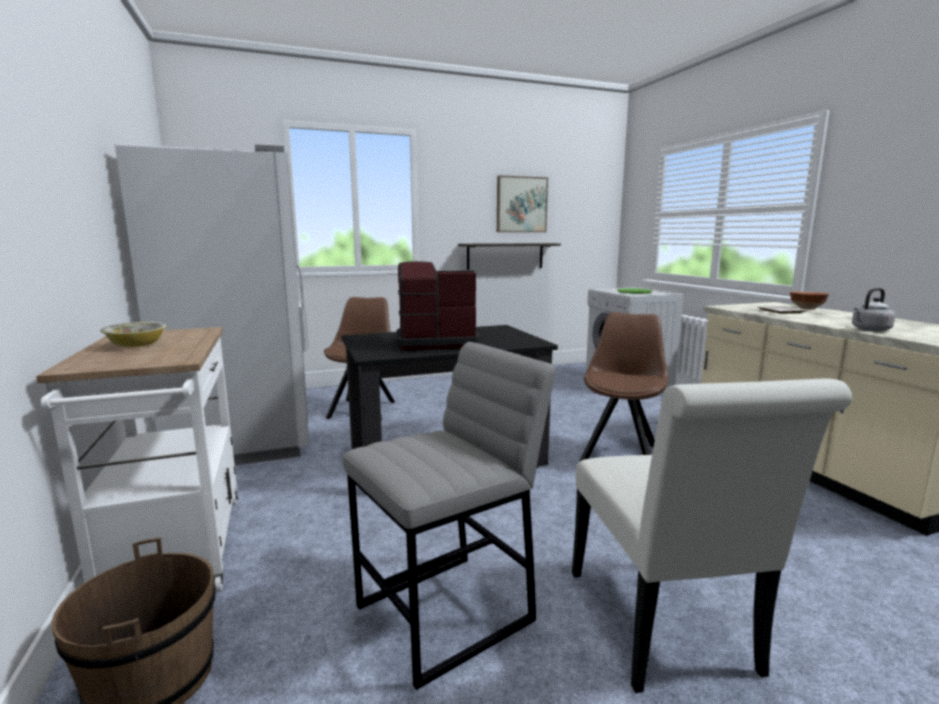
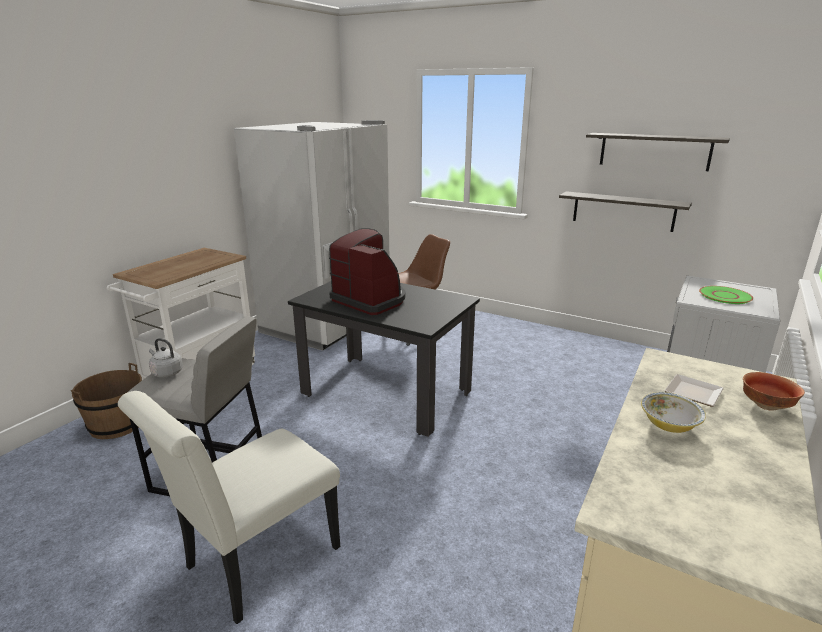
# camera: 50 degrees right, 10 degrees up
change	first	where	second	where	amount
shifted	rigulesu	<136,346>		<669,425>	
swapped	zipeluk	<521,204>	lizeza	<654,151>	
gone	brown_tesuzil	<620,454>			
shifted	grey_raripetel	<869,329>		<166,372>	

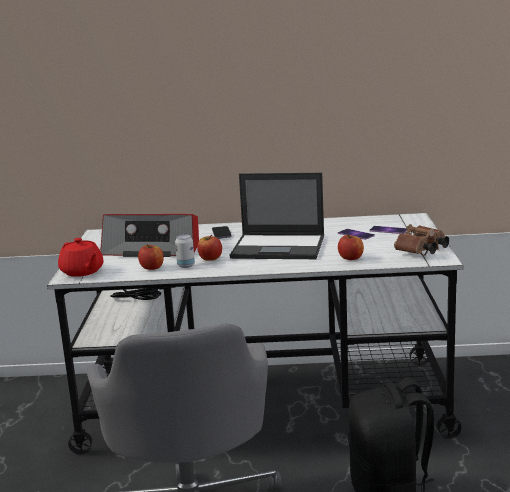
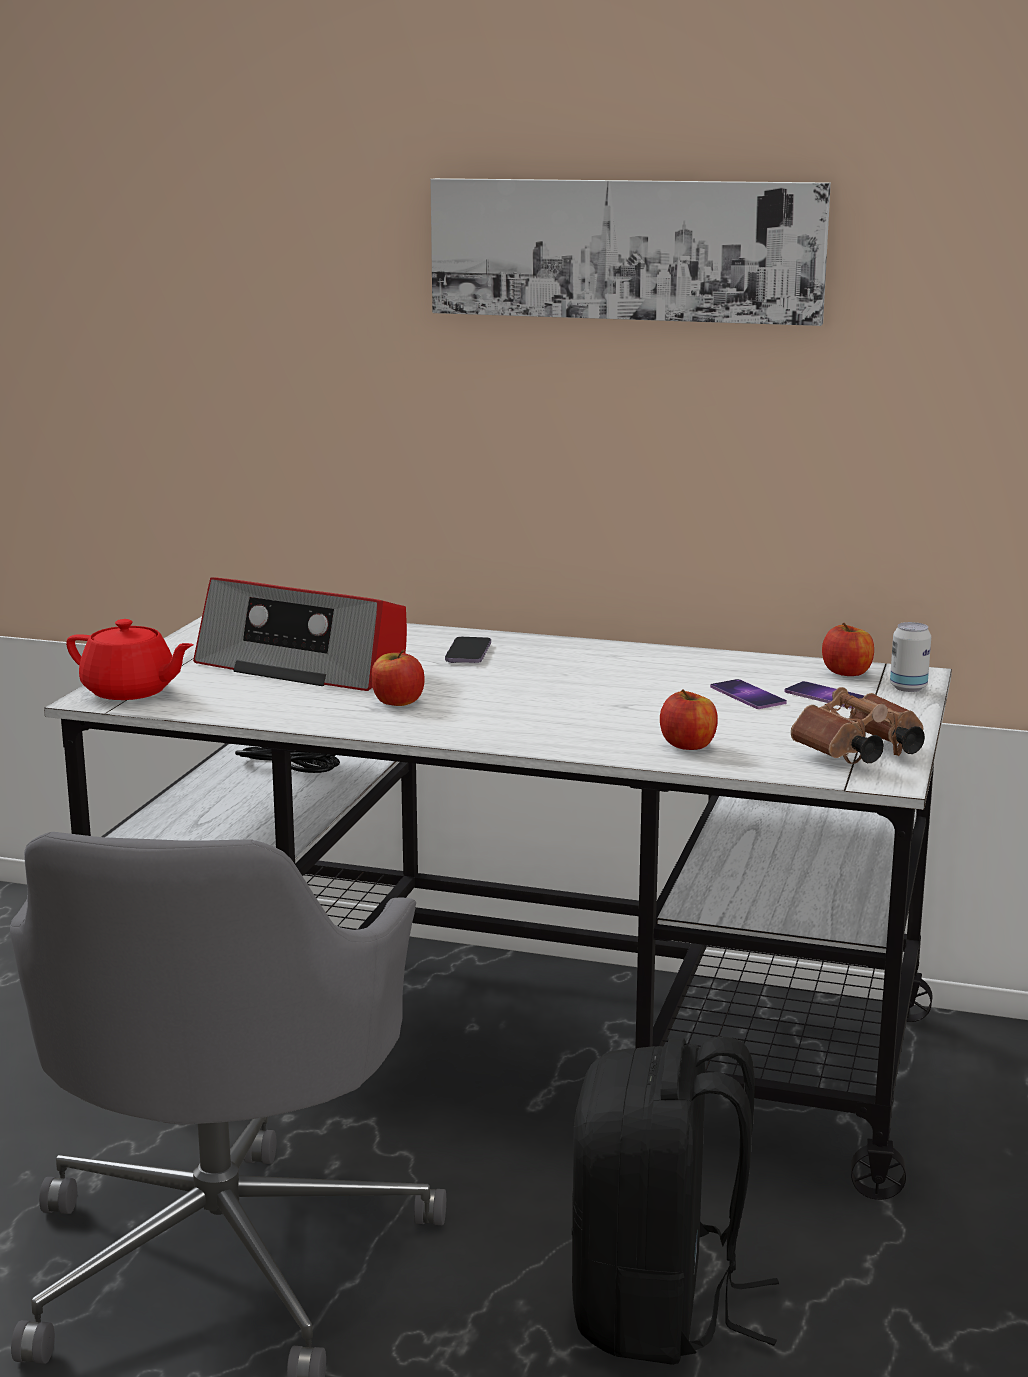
# camera: 15 degrees right, 0 degrees up
change	first	where	second	where	amount
rotated	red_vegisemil	<82,272>		<130,691>	45 degrees counterclockwise
shifted	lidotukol	<152,268>		<847,672>	
shifted	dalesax	<186,265>		<908,687>	
gone	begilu	<279,247>			
new			zipeluk	<626,249>	

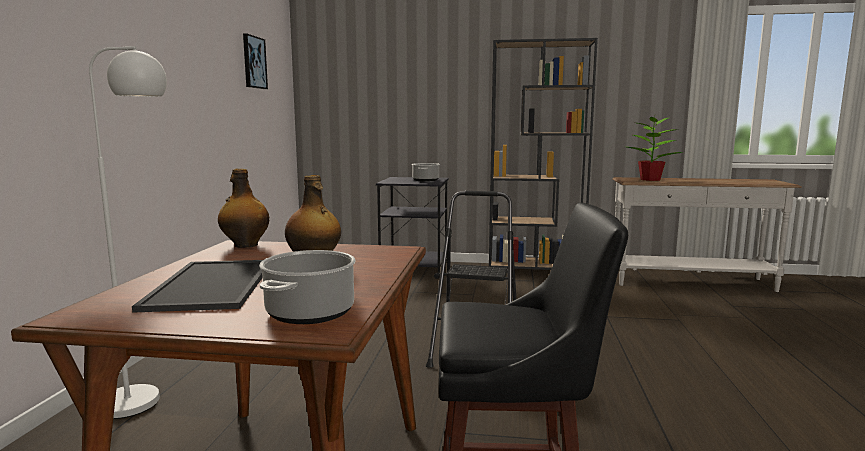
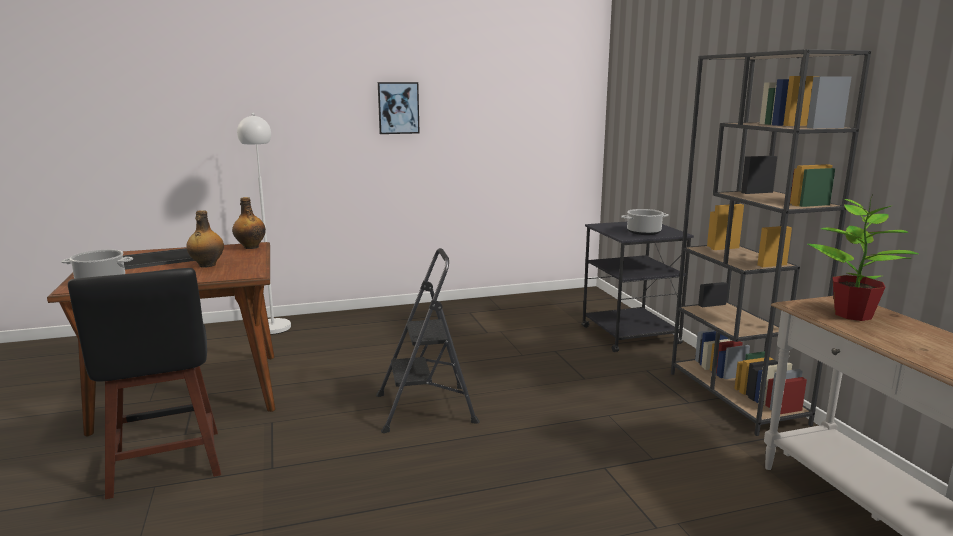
# camera: 65 degrees right, 5 degrees up
change	first	where	second	where	amount
shifted	zipeluk	<254,62>		<398,108>	

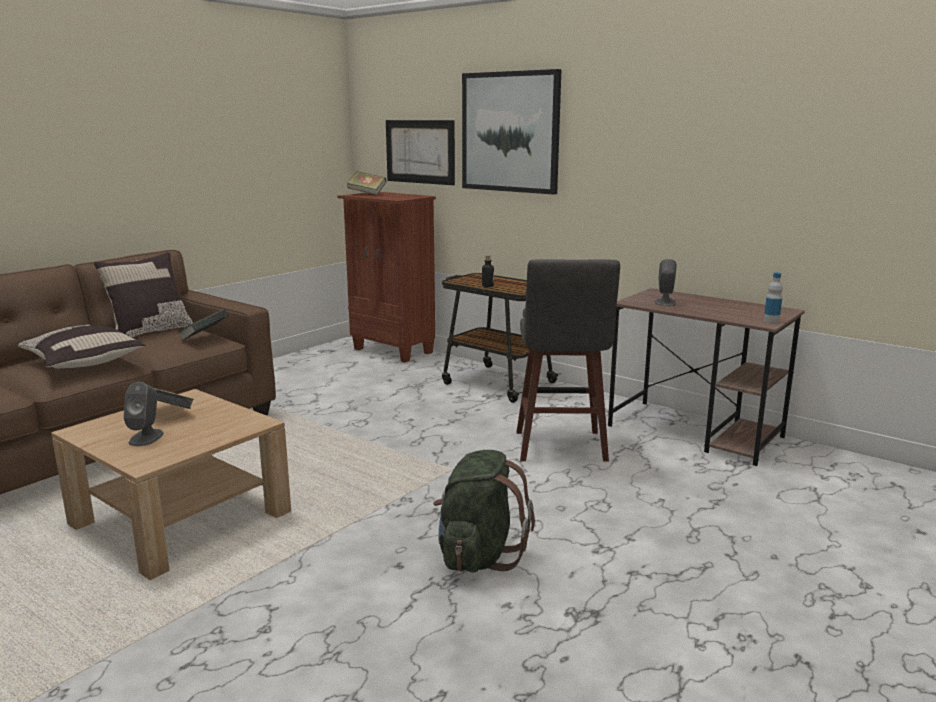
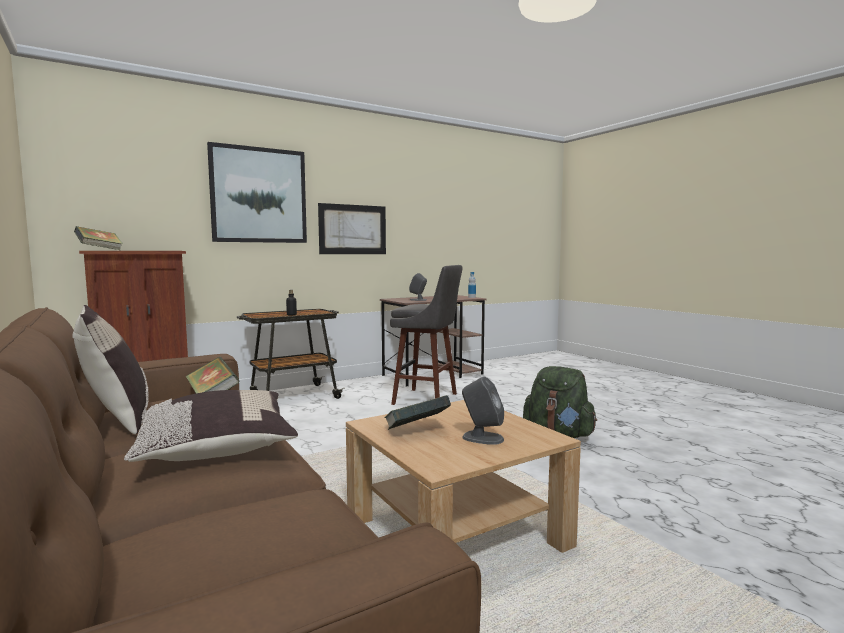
# camera: 70 degrees left, 10 degrees down
change	first	where	second	where	amount
shifted	zipeluk	<420,151>		<353,229>	

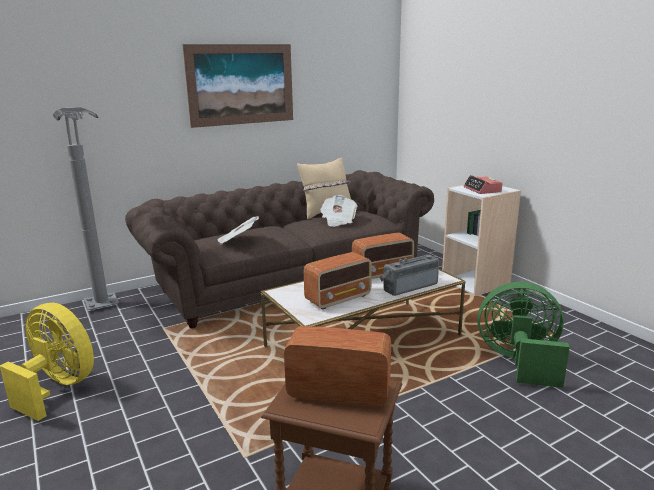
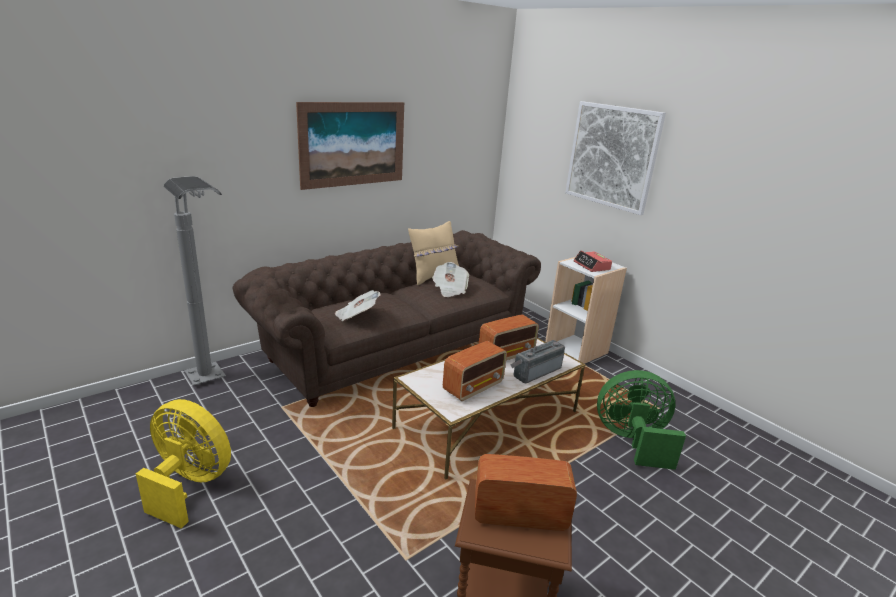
# camera: 10 degrees left, 5 degrees up
change	first	where	second	where	amount
new			zipeluk	<612,156>	

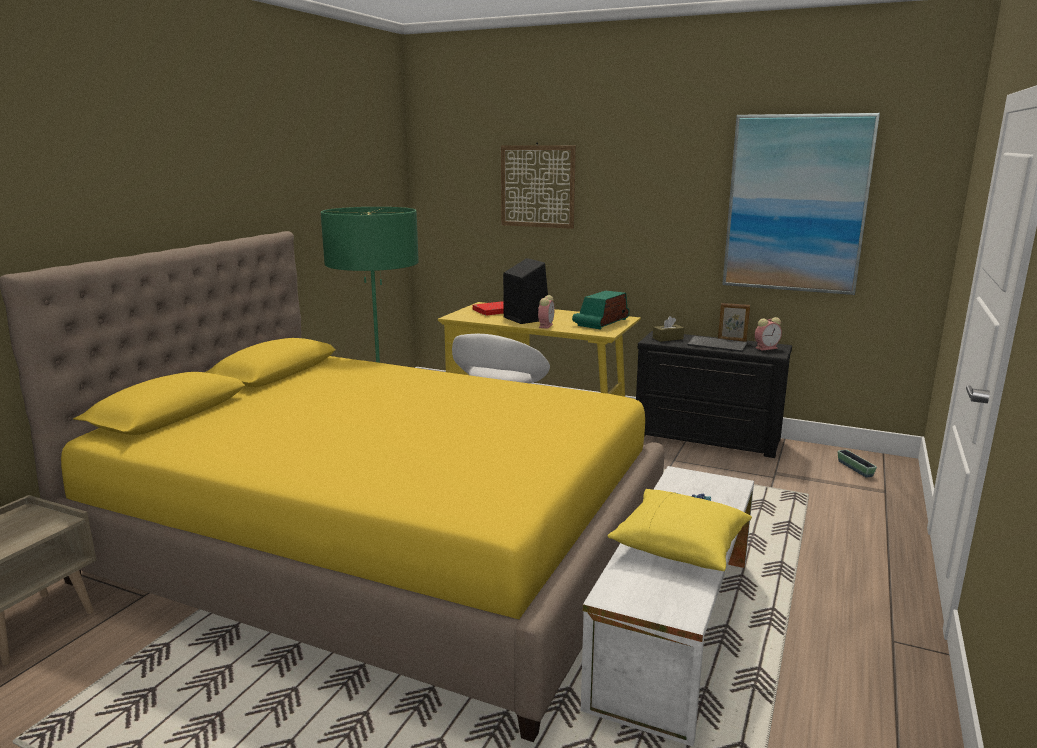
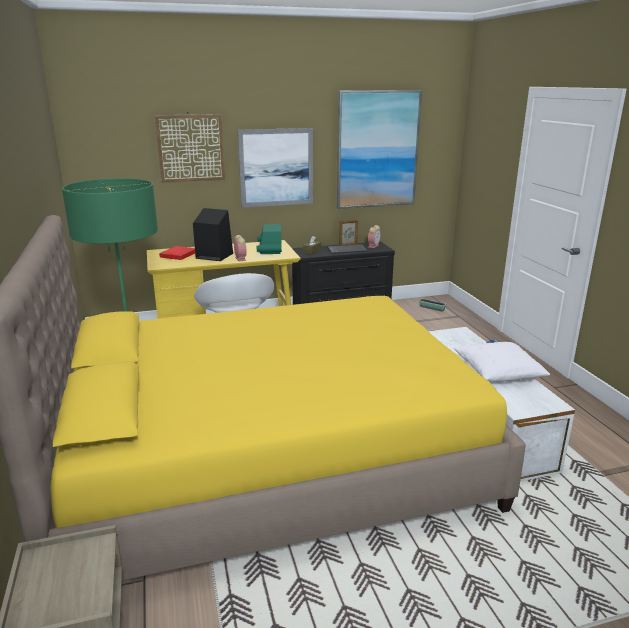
# camera: 40 degrees left, 5 degrees up
change	first	where	second	where	amount
repainted	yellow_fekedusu	<680,546>	white_fekedusu	<498,373>	
new			zipeluk	<276,167>	

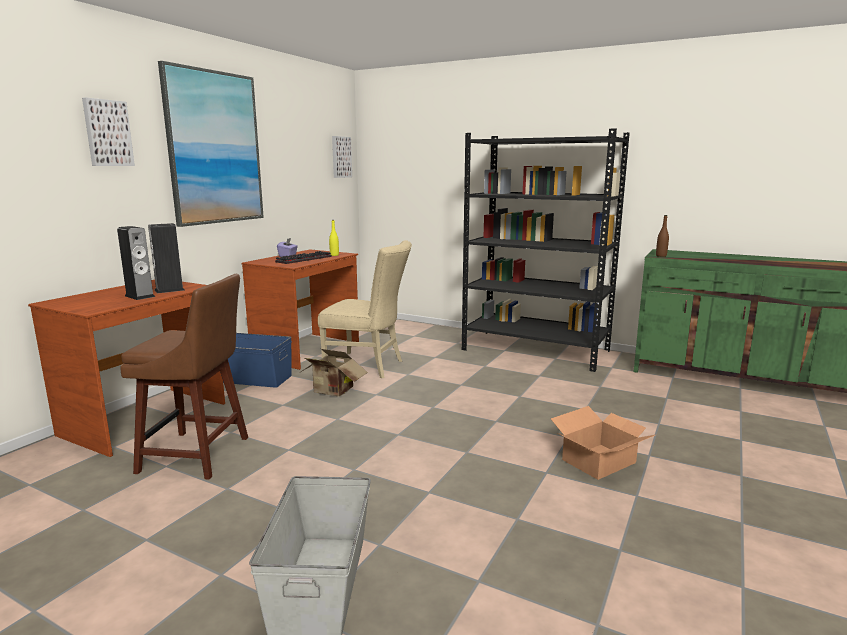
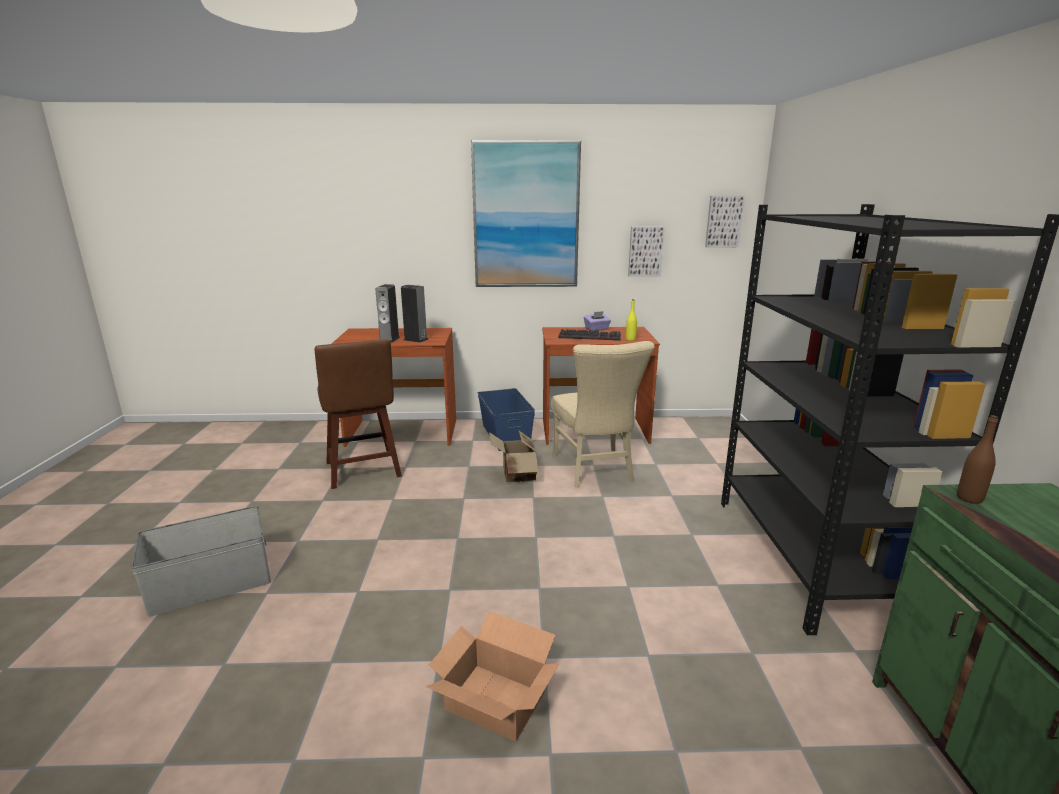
# camera: 60 degrees right, 5 degrees up
change	first	where	second	where	amount
shifted	zipeluk	<107,133>		<645,251>	

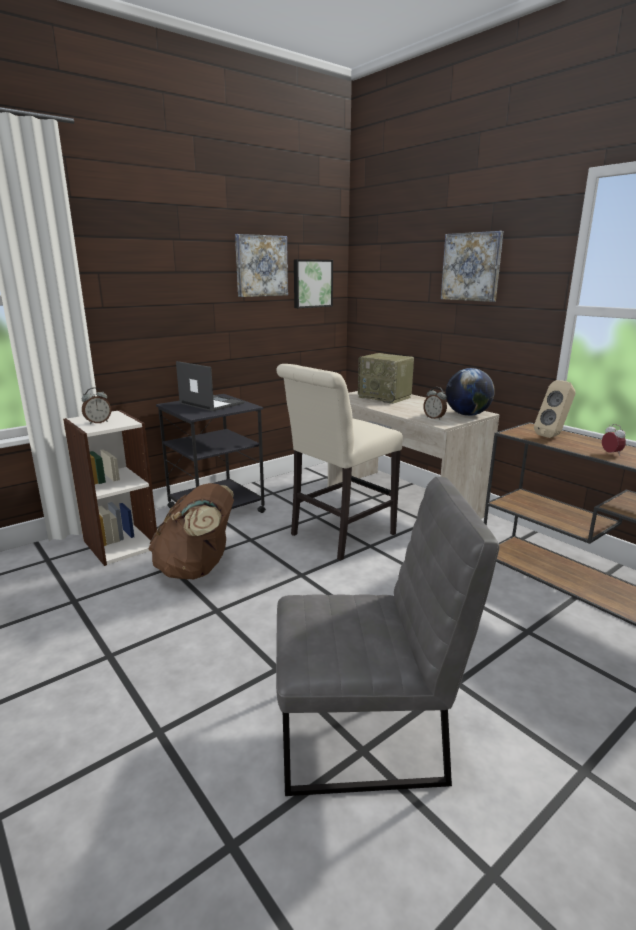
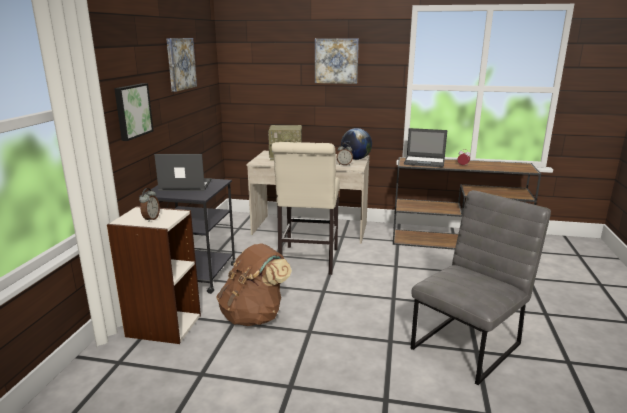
# camera: 40 degrees left, 0 degrees up
change	first	where	second	where	amount
shifted	zipeluk	<312,283>		<132,111>	
swapped	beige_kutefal	<553,436>	begilu	<425,162>	

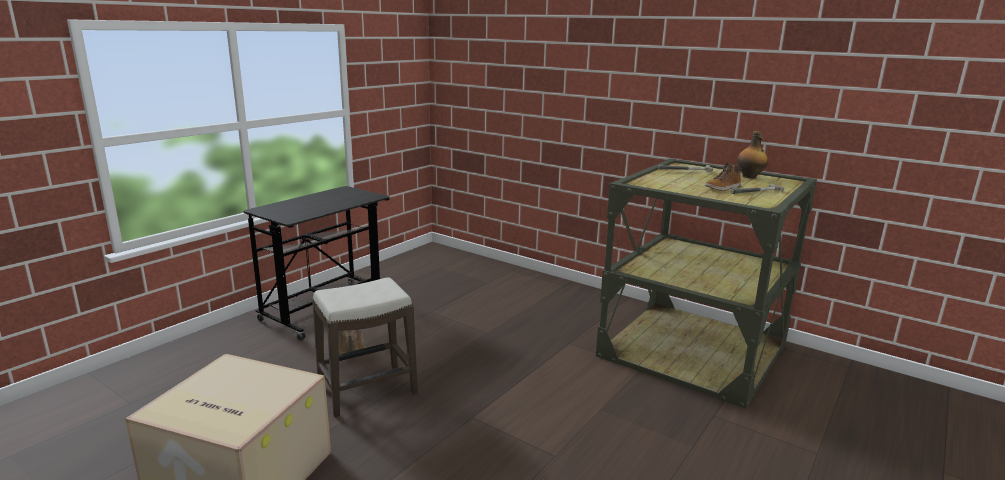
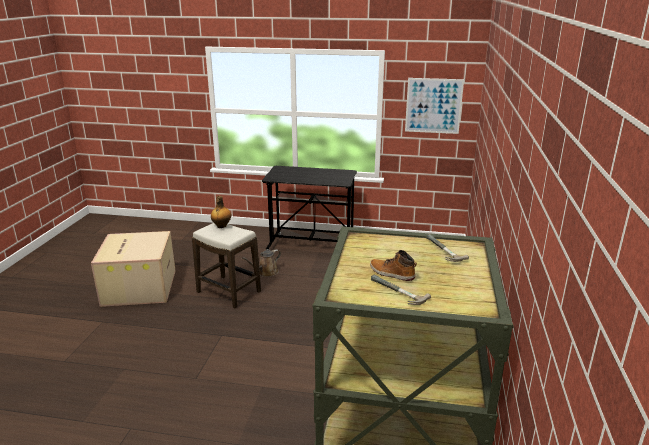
# camera: 65 degrees right, 5 degrees up
change	first	where	second	where	amount
shifted	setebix	<749,177>		<221,226>	
new			zipeluk	<433,106>	

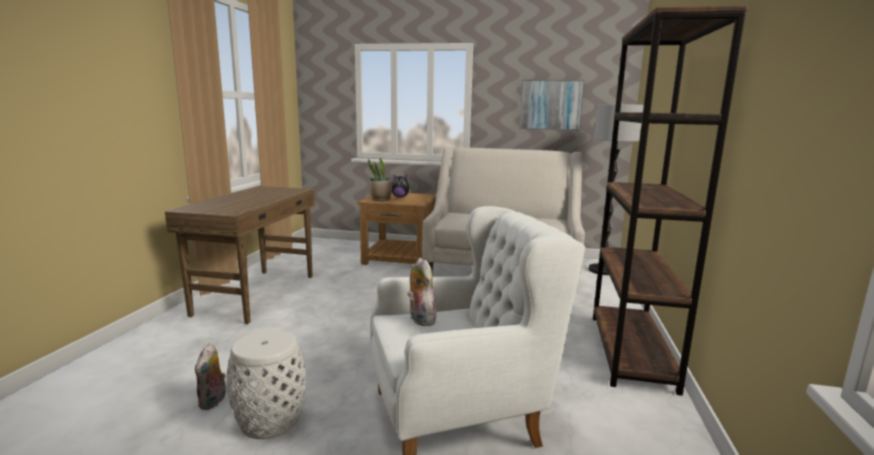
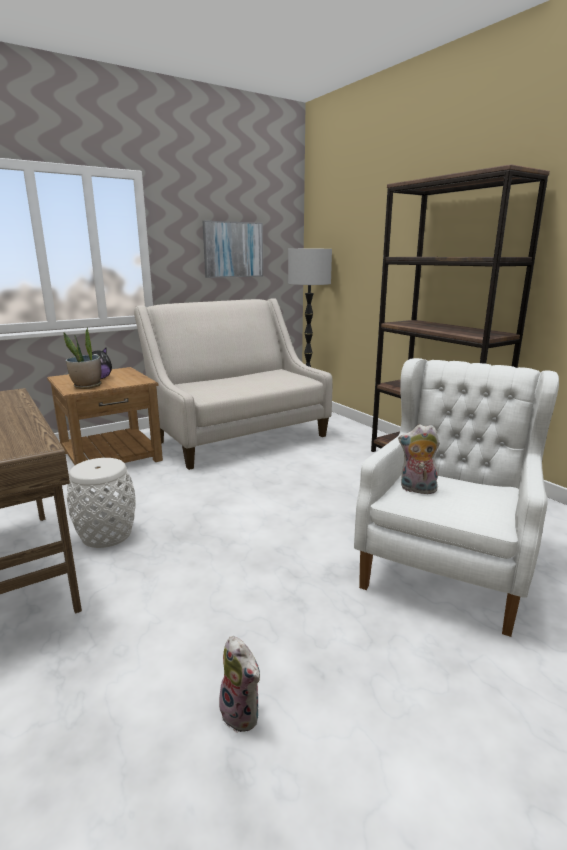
# camera: 45 degrees left, 5 degrees up
change	first	where	second	where	amount
shifted	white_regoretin	<269,421>		<106,535>	

